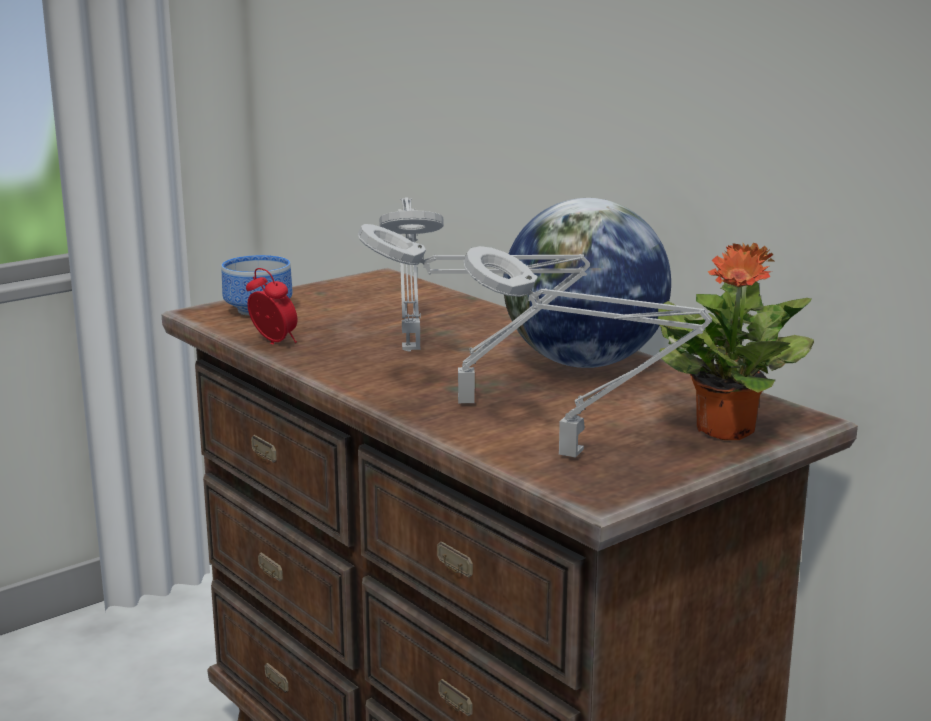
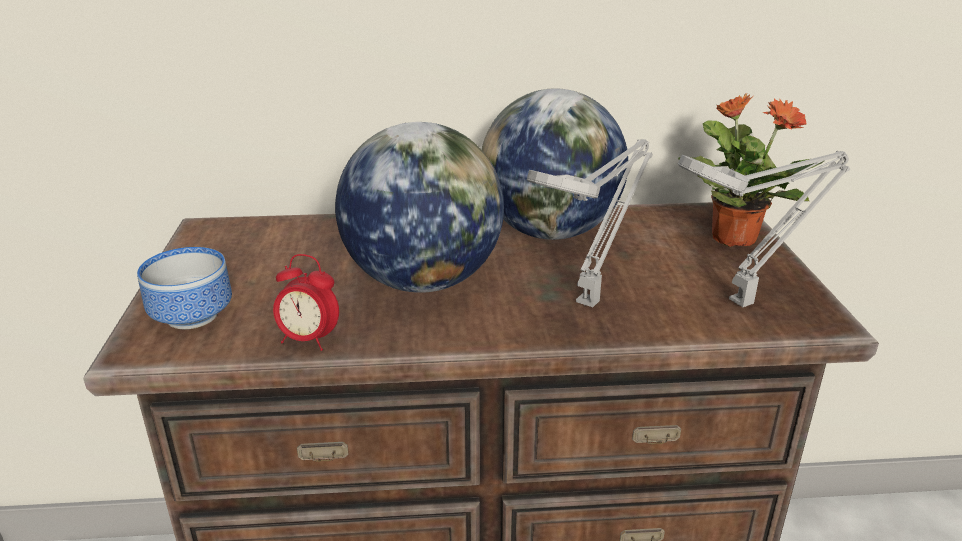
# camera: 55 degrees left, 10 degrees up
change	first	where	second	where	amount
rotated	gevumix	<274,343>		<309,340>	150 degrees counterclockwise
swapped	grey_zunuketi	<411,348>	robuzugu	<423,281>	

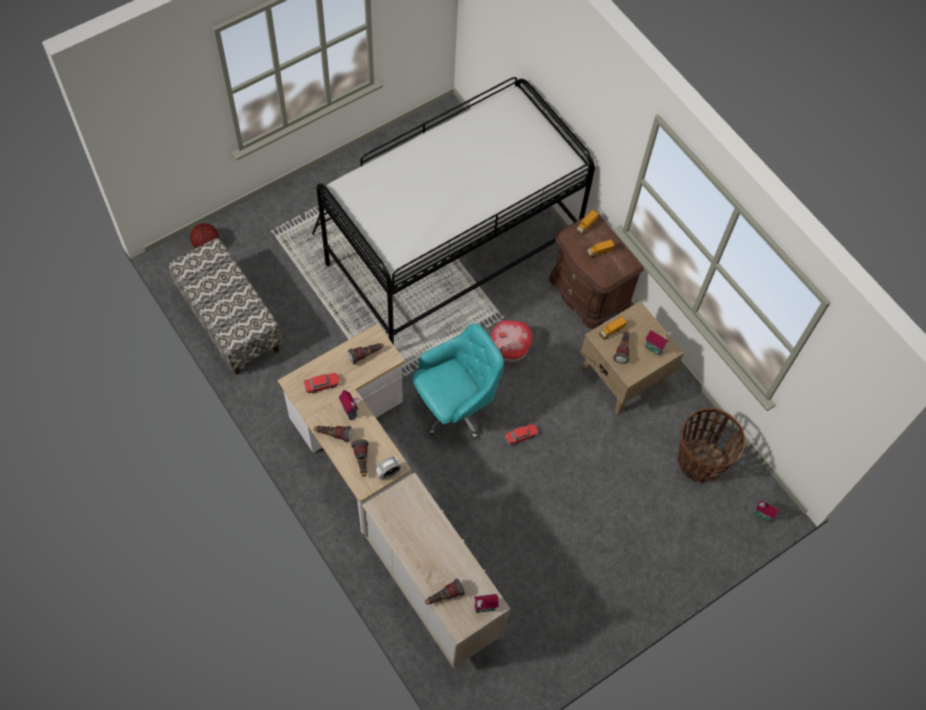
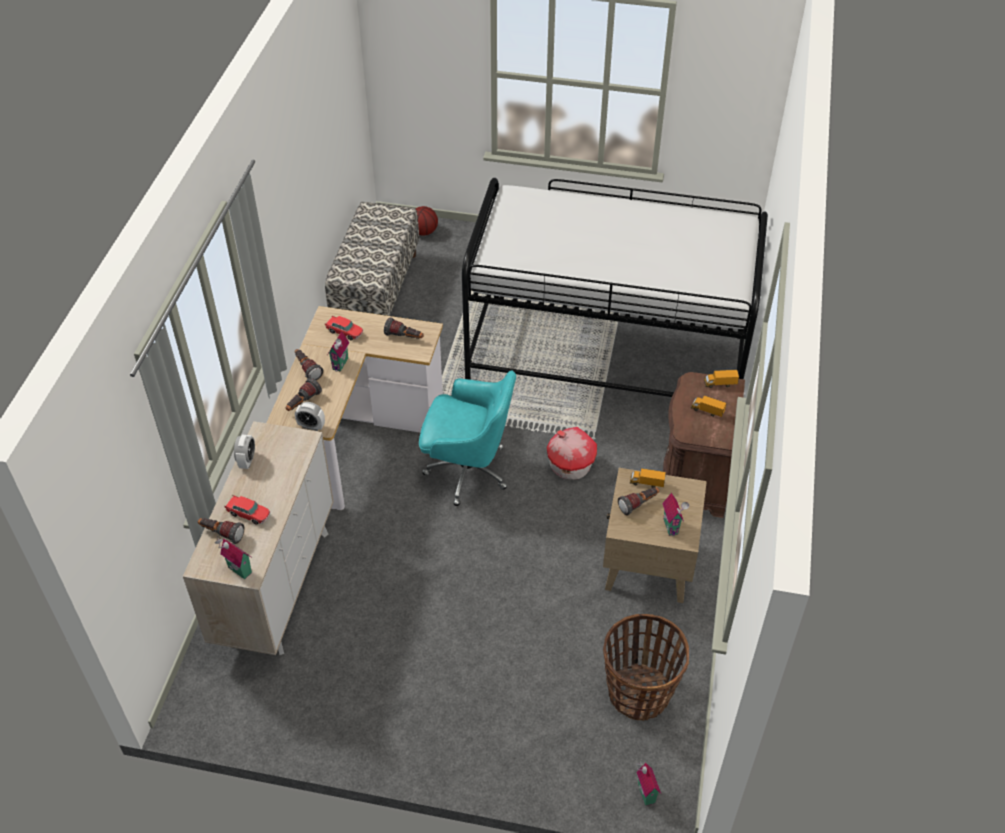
# camera: 50 degrees right, 15 degrees down
change	first	where	second	where	amount
shifted	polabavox	<521,436>		<249,514>	
new			gevumix	<247,461>	

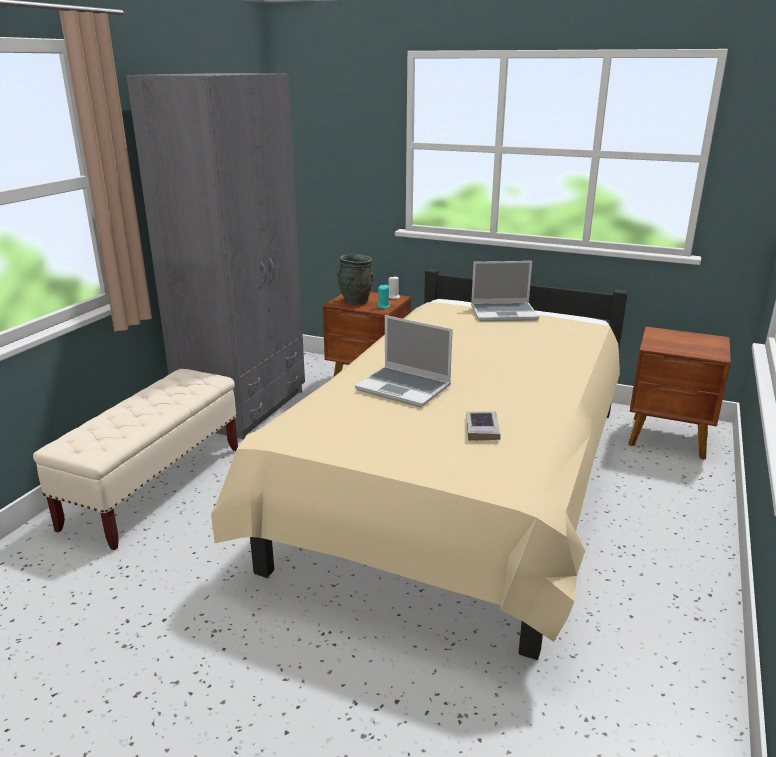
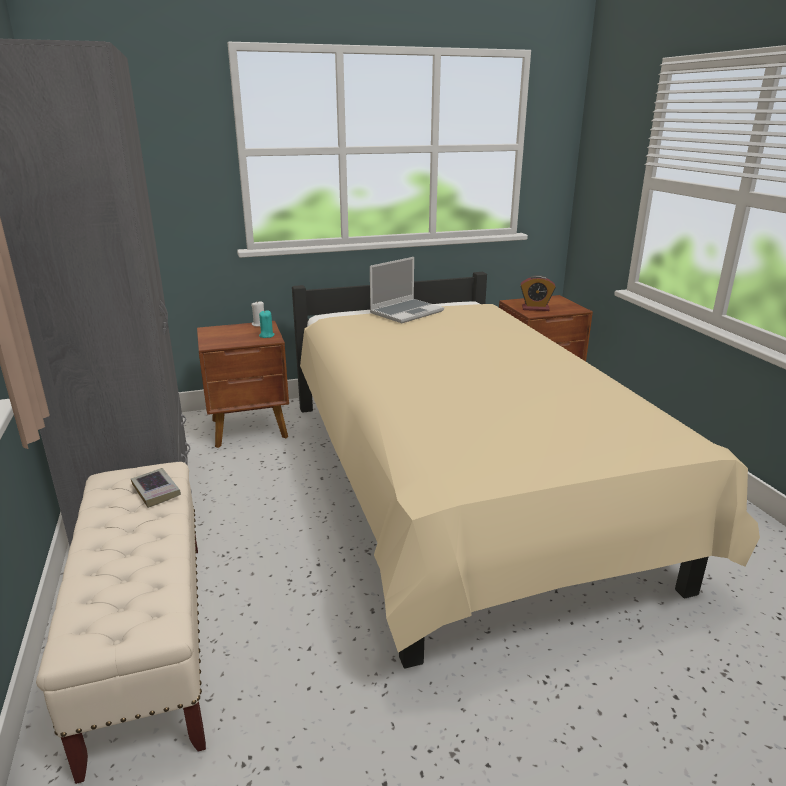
# camera: 40 degrees left, 0 degrees up
change	first	where	second	where	amount
gone	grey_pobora	<355,301>			
gone	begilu	<405,388>			
shifted	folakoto	<482,429>		<156,491>	
new			gevumix	<535,308>	

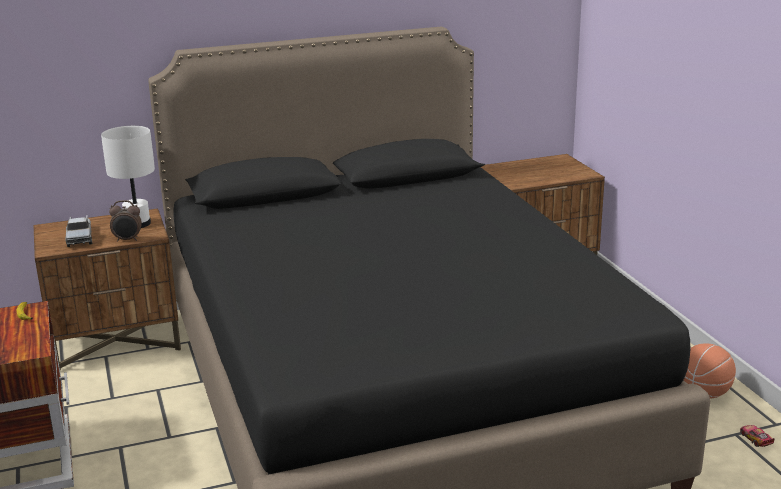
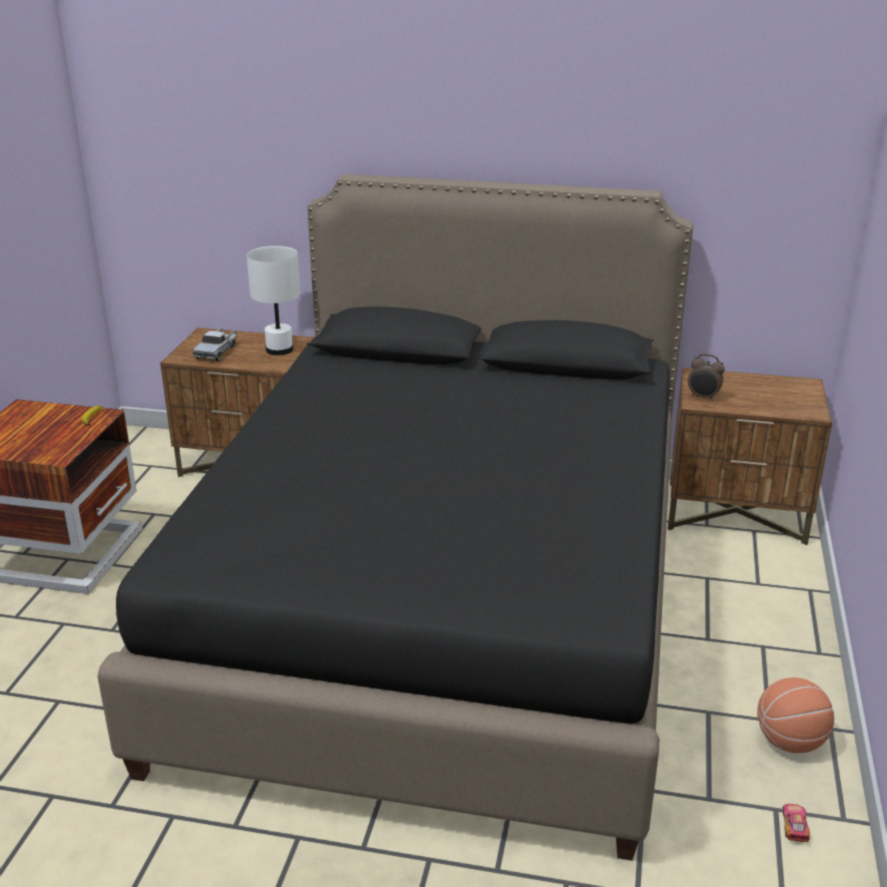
# camera: 30 degrees right, 5 degrees up
change	first	where	second	where	amount
shifted	gevumix	<128,240>		<703,397>	

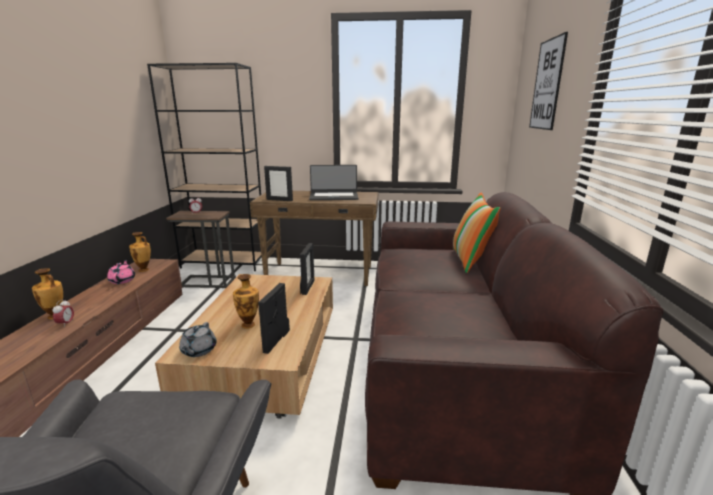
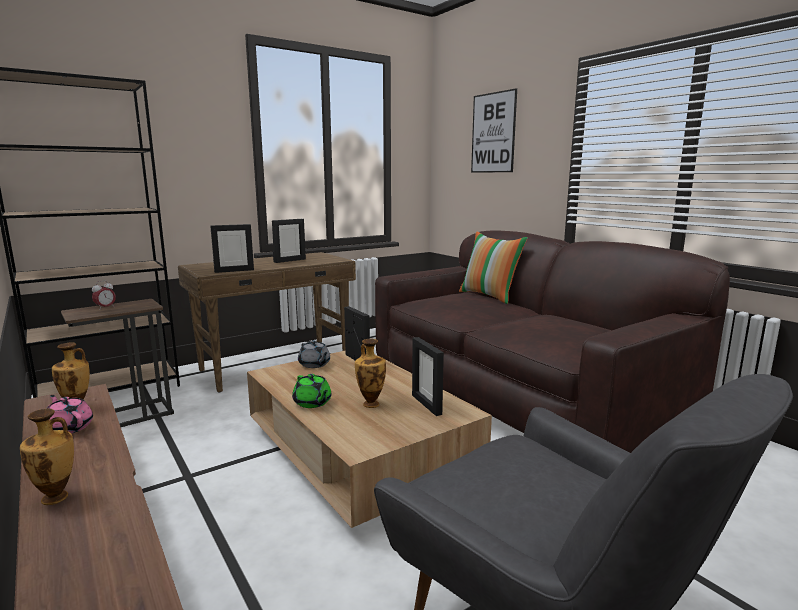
# camera: 40 degrees left, 5 degrees down
change	first	where	second	where	amount
gone	gevumix	<66,324>			
shifted	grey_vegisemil	<198,350>		<314,364>	
swapped	begilu	<333,196>	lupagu	<289,260>	
new			green_vegisemil	<312,403>	

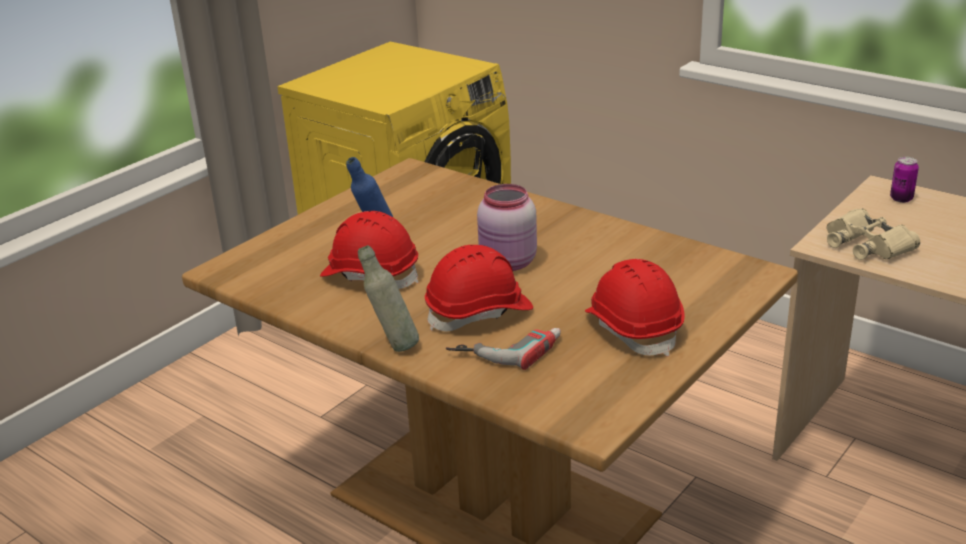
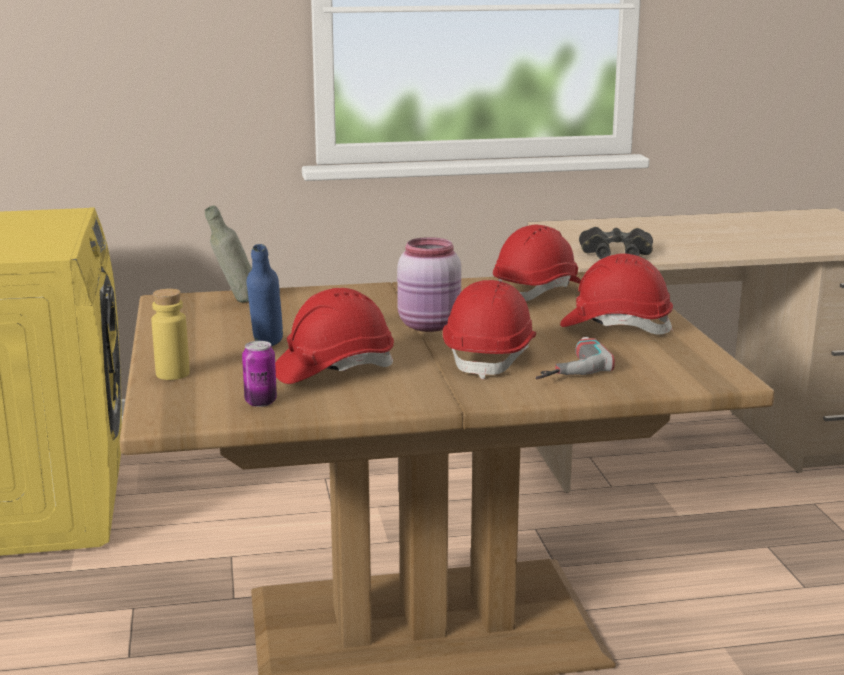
# camera: 50 degrees left, 10 degrees down
change	first	where	second	where	amount
shifted	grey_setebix	<393,346>		<235,302>	
repainted	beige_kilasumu	<866,244>	black_kilasumu	<616,253>	
shifted	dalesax	<901,199>		<260,402>	
new			yellow_setebix	<172,374>	
new			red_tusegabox	<538,291>	

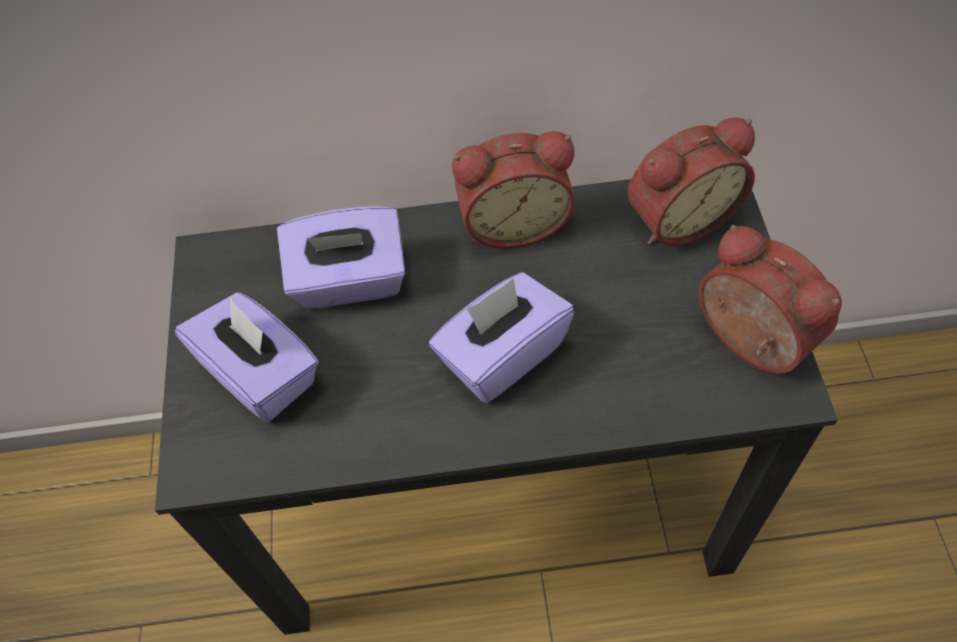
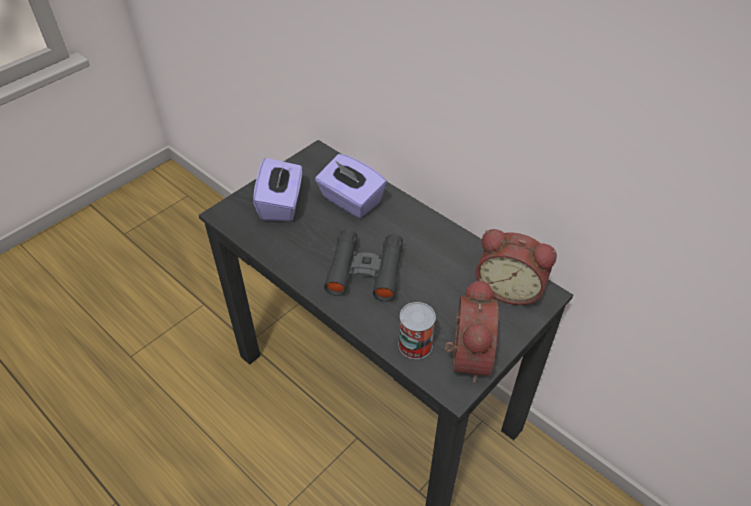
# camera: 45 degrees right, 10 degrees down
change	first	where	second	where	amount
swapped	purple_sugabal	<502,355>	black_kilasumu	<365,271>	
gone	gevumix	<513,222>			
new			dalesax	<415,344>	

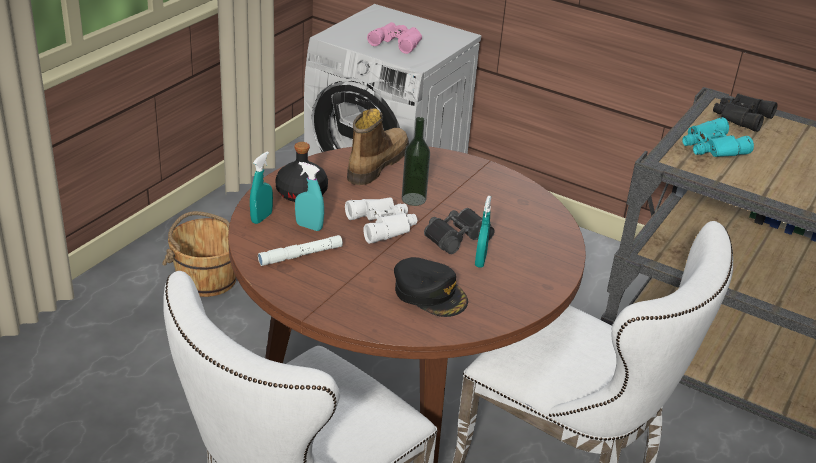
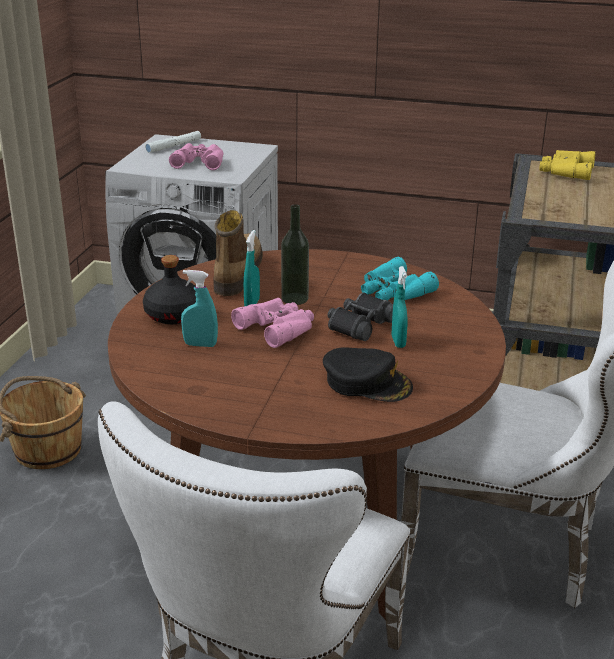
# camera: 15 degrees left, 5 degrees down
change	first	where	second	where	amount
shifted	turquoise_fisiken	<261,218>		<252,304>	
shifted	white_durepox	<300,255>		<174,146>	
repainted	white_kilasumu	<384,224>	pink_kilasumu	<278,327>	
shifted	turquoise_kilasumu	<711,147>		<393,291>	
repainted	black_kilasumu	<740,117>	yellow_kilasumu	<565,171>	

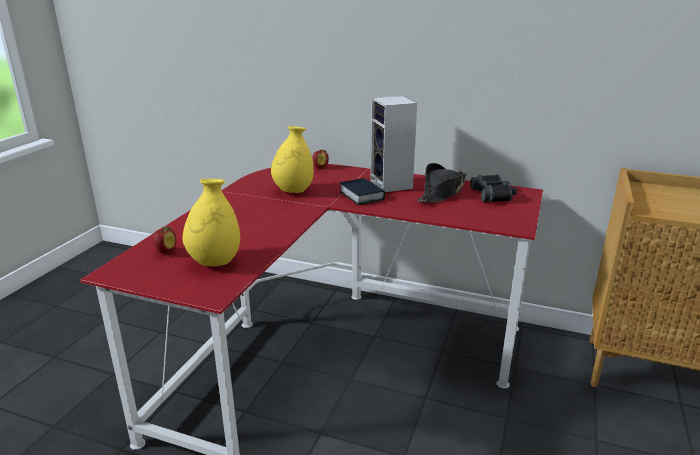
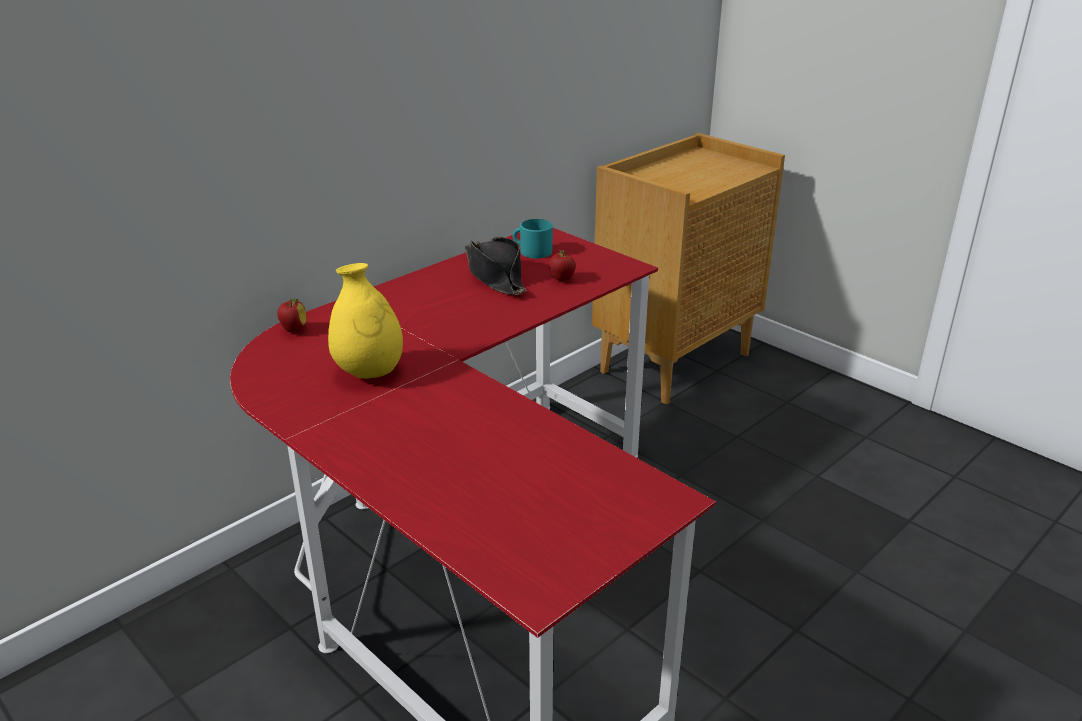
# camera: 65 degrees left, 5 degrees up
change	first	where	second	where	amount
shifted	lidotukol	<166,251>		<561,280>	
gone	yellow_pobora	<215,262>			
gone	folakoto	<361,196>			
gone	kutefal	<392,185>			
swapped	black_kilasumu	<493,195>	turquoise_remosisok	<532,251>	

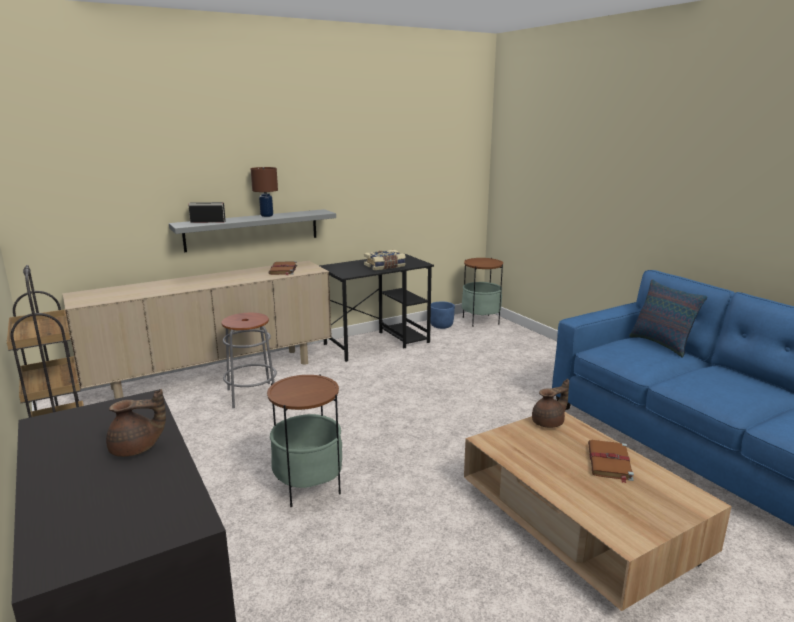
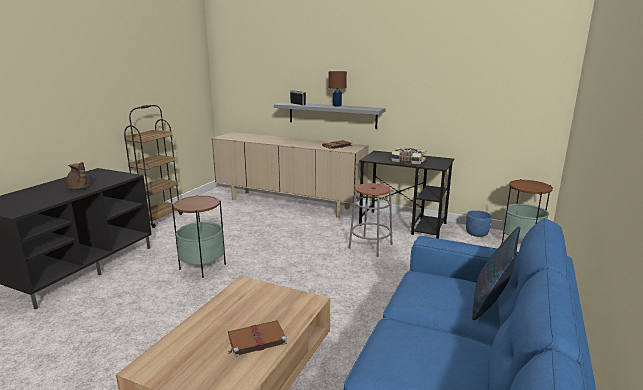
# camera: 55 degrees right, 0 degrees up
change	first	where	second	where	amount
shifted	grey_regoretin	<251,395>		<370,246>	
gone	brown_vegisemil	<549,423>			

